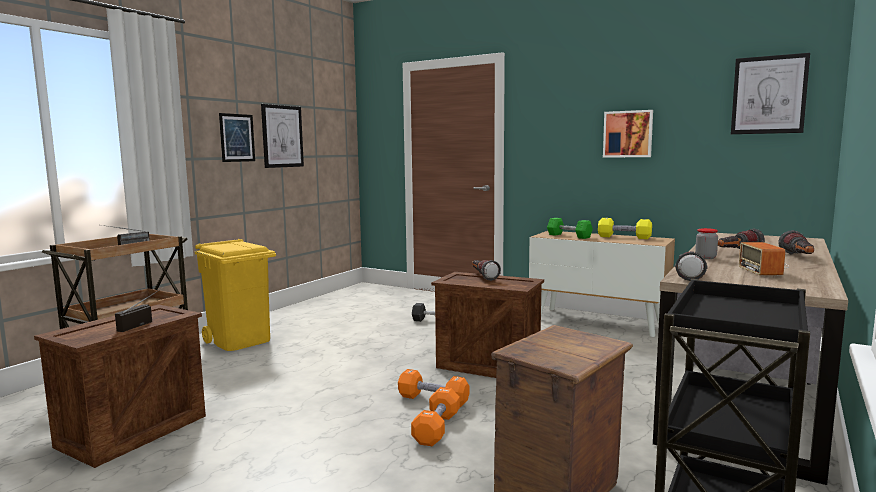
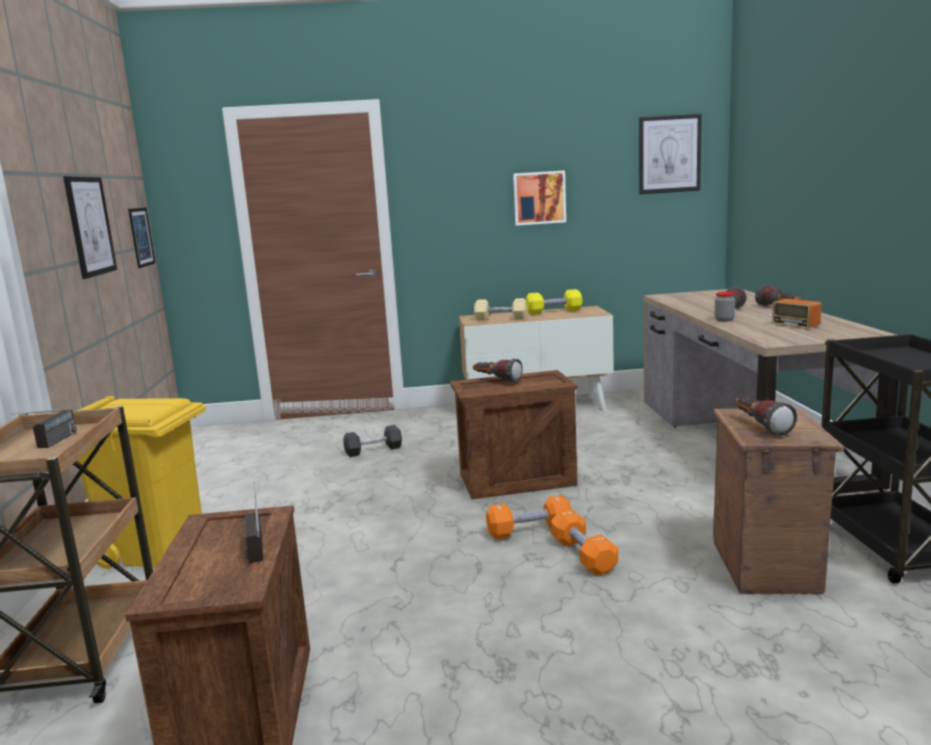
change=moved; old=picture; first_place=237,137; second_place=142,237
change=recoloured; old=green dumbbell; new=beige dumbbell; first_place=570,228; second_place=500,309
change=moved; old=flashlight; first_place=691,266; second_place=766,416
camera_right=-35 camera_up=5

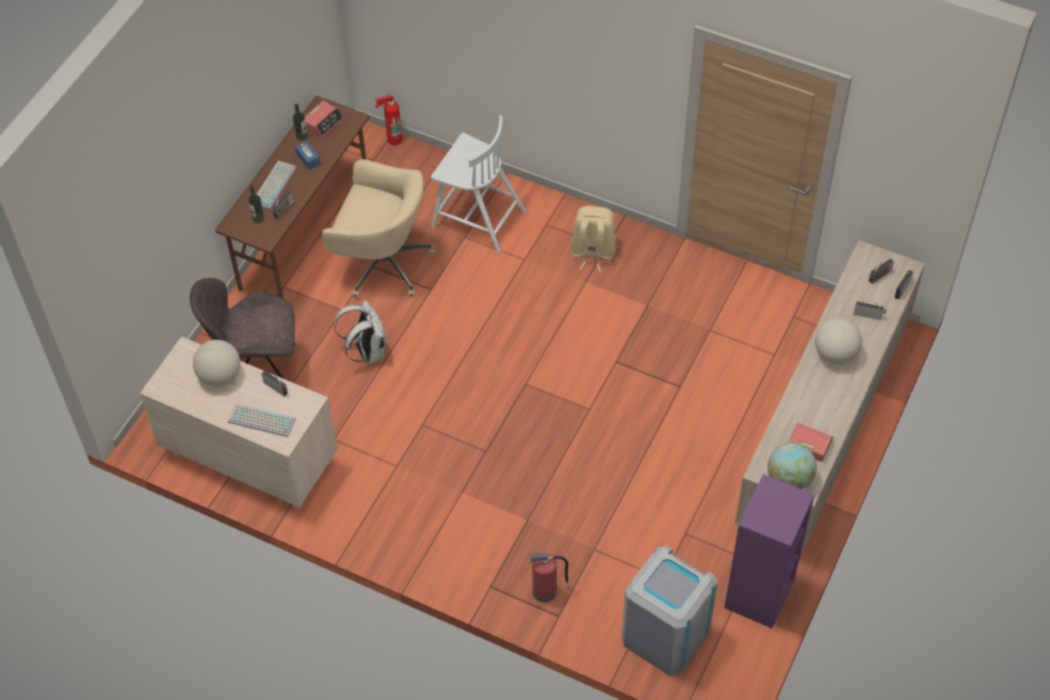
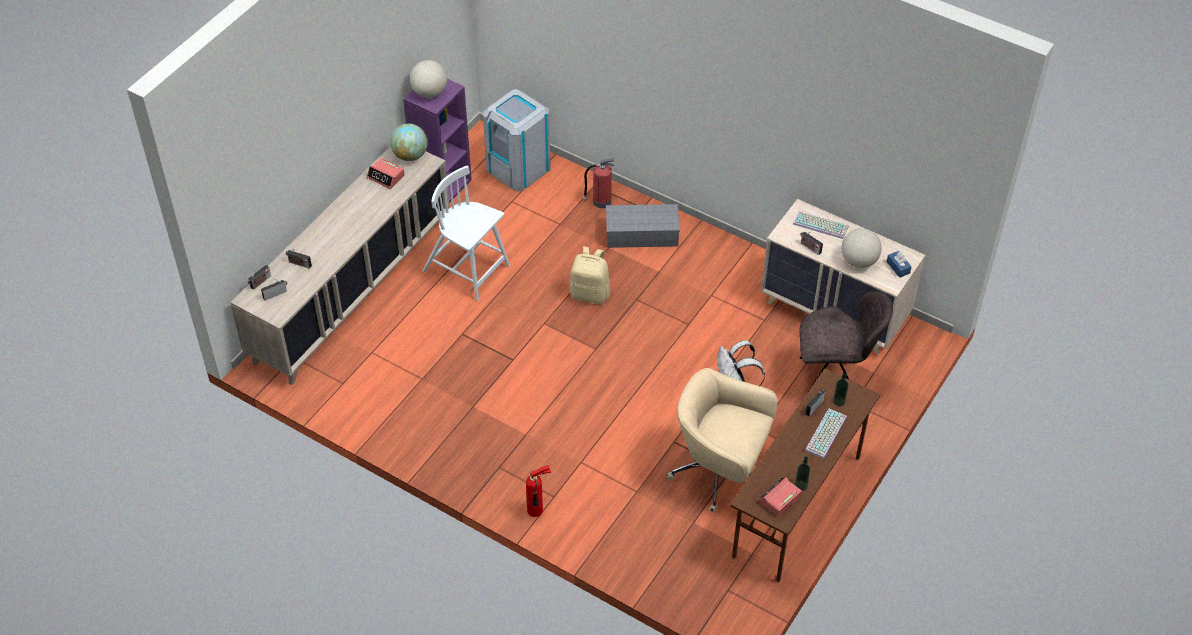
change=moved; old=globe; first_place=838,341; second_place=428,79
change=moved; old=white chair; first_place=479,184; second_place=466,232
change=moved; old=fire extinguisher; first_place=388,120; second_place=538,491
change=moved; old=beige backpack; first_place=593,239; second_place=590,275
change=added; new=grey storage box; second_place=643,226
change=moved; old=blue tissue box; first_place=307,155; second_place=899,264
camera_right=-175 camera_up=-5

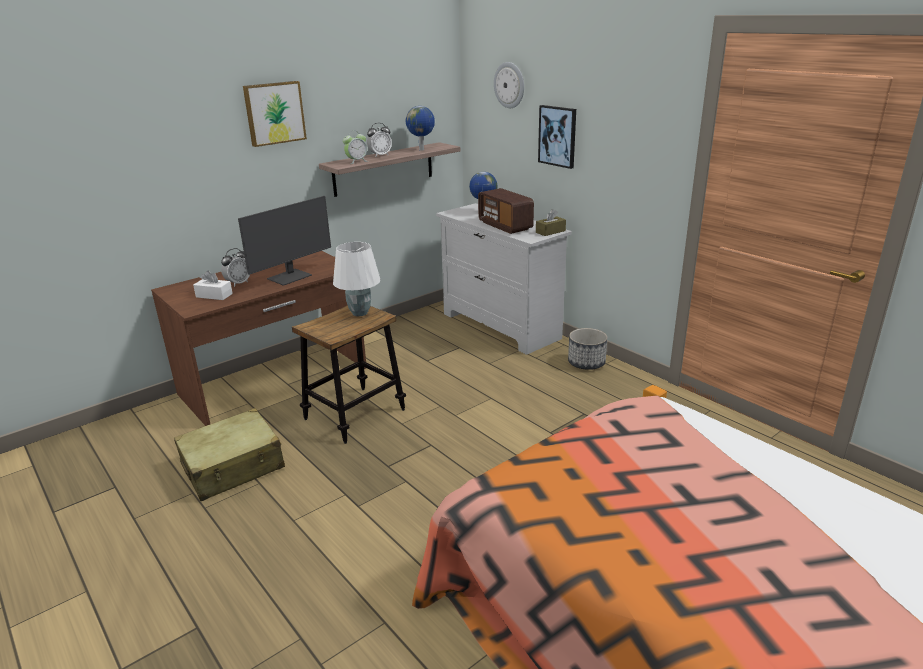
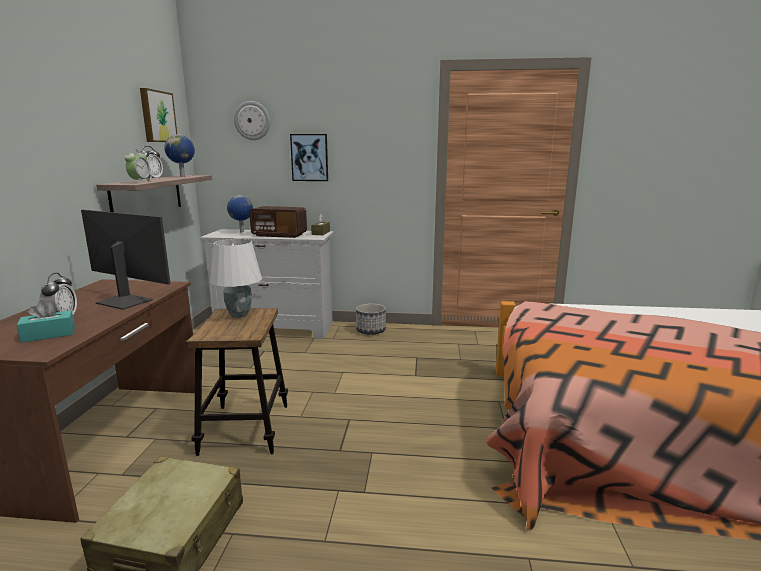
change=recoloured; old=white tissue box; new=turquoise tissue box; first_place=213,285; second_place=46,321
change=turned; old=monitor; first_place=284,241; second_place=126,260; degrees=-60
change=moved; old=picture; first_place=275,114; second_place=158,115
camera_right=-45 camera_up=-10

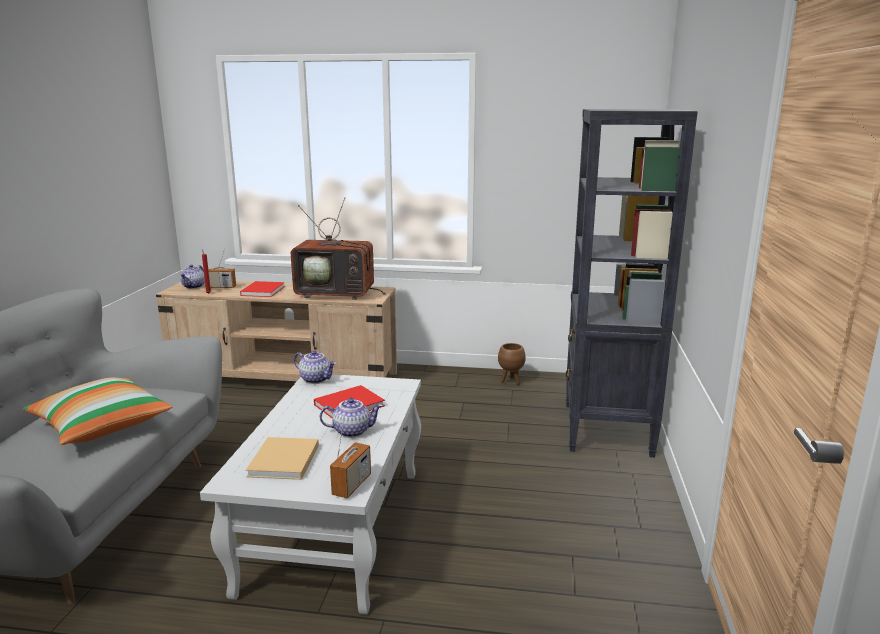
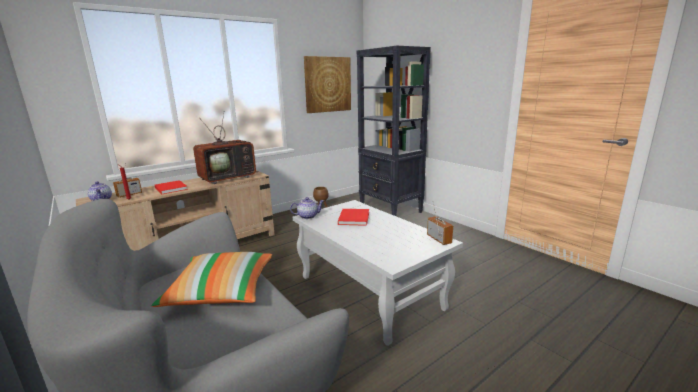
change=added; new=picture; second_place=327,84
change=removed; old=beige book; first_place=282,458
change=removed; old=teapot; first_place=351,418
camera_right=-45 camera_up=0

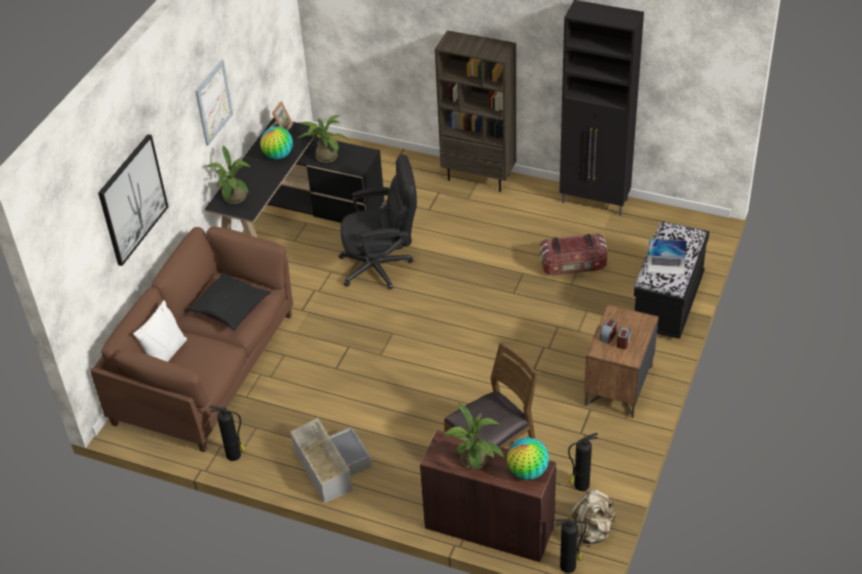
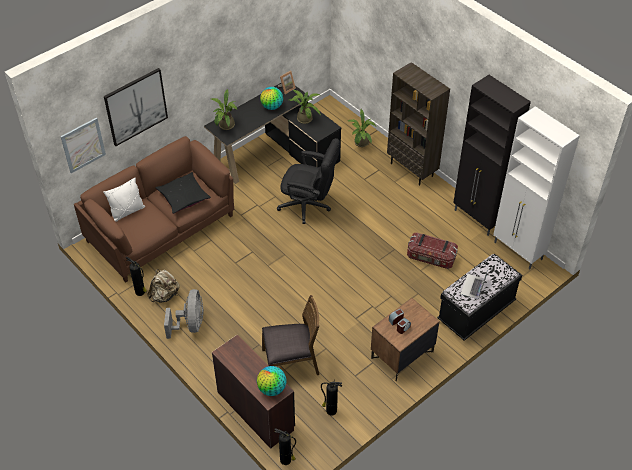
change=moved; old=picture; first_place=214,103; second_place=83,145
change=moved; old=beige backpack; first_place=593,518; second_place=163,285
change=replaced; old=grey storage box; new=grey fan; first_place=331,460; second_place=184,314
change=moved; old=potted plant; first_place=473,436; second_place=361,128
change=turned; old=laptop; first_place=667,256; second_place=474,284; degrees=75
change=added; new=white cabinet; second_place=536,187
camera_right=25 camera_up=5

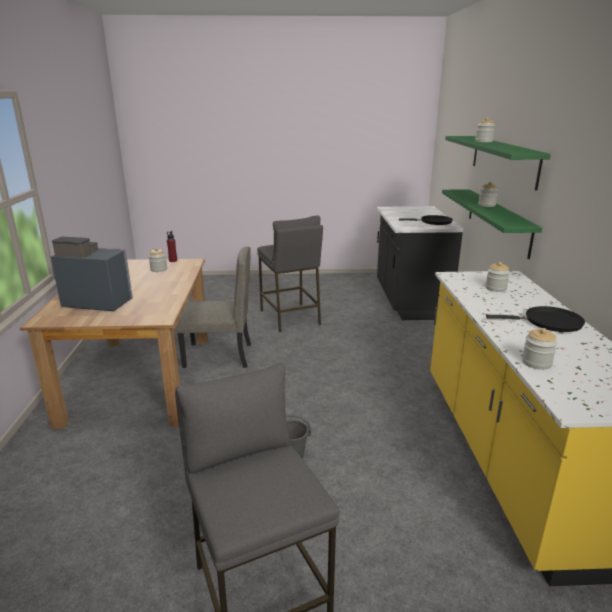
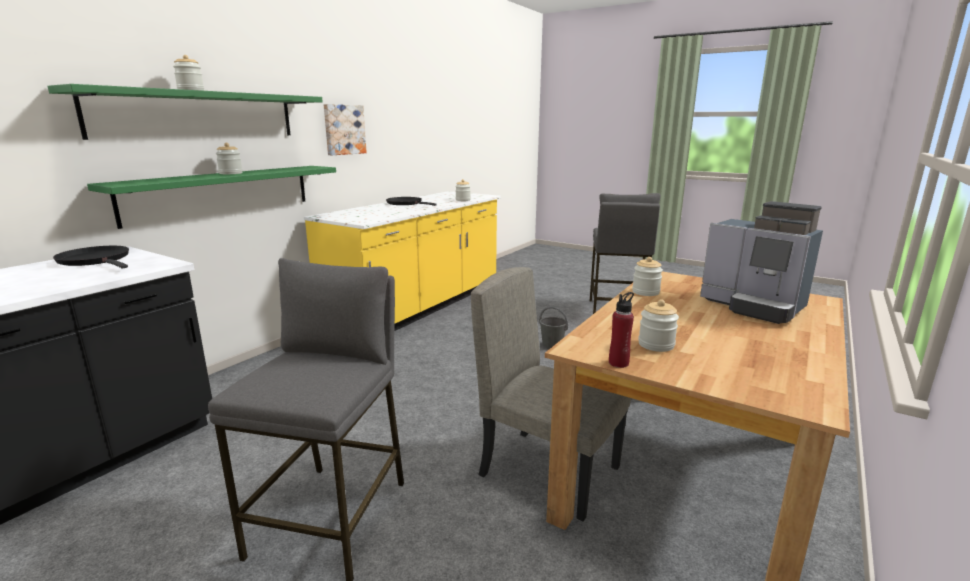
change=added; new=picture; second_place=345,129
change=moved; old=jar; first_place=497,277; second_place=647,276
camera_right=-145 camera_up=-5

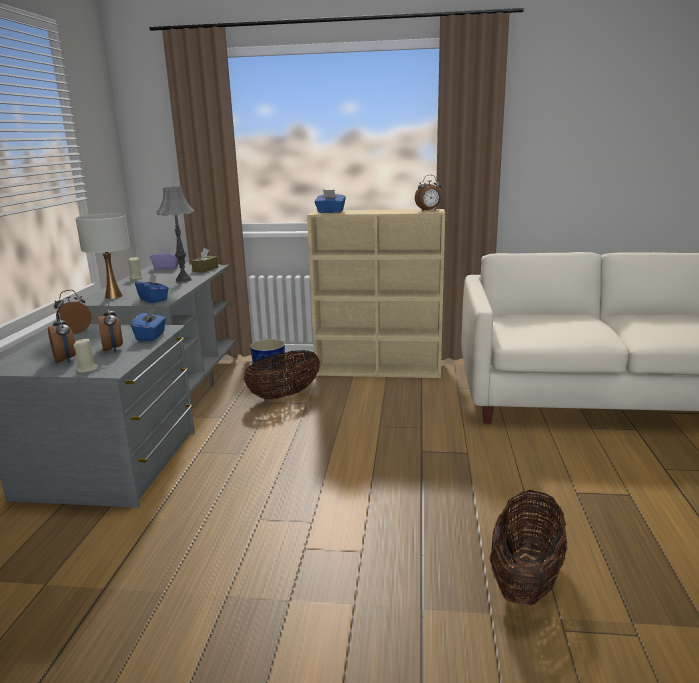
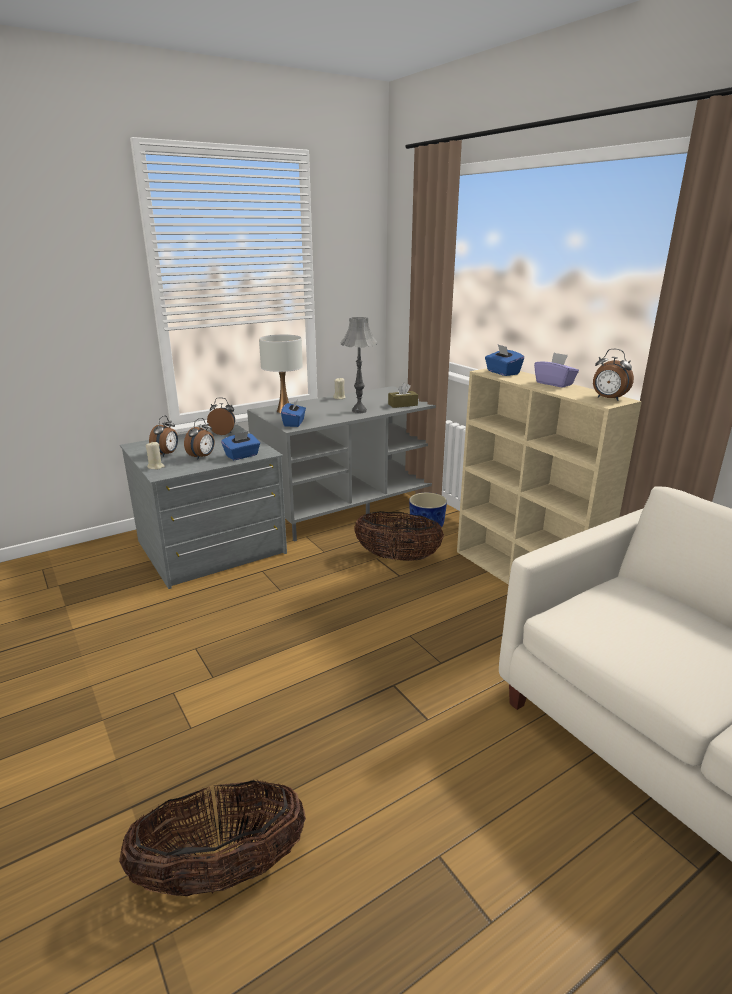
change=moved; old=purple tissue box; first_place=164,258; second_place=556,370
camera_right=50 camera_up=5

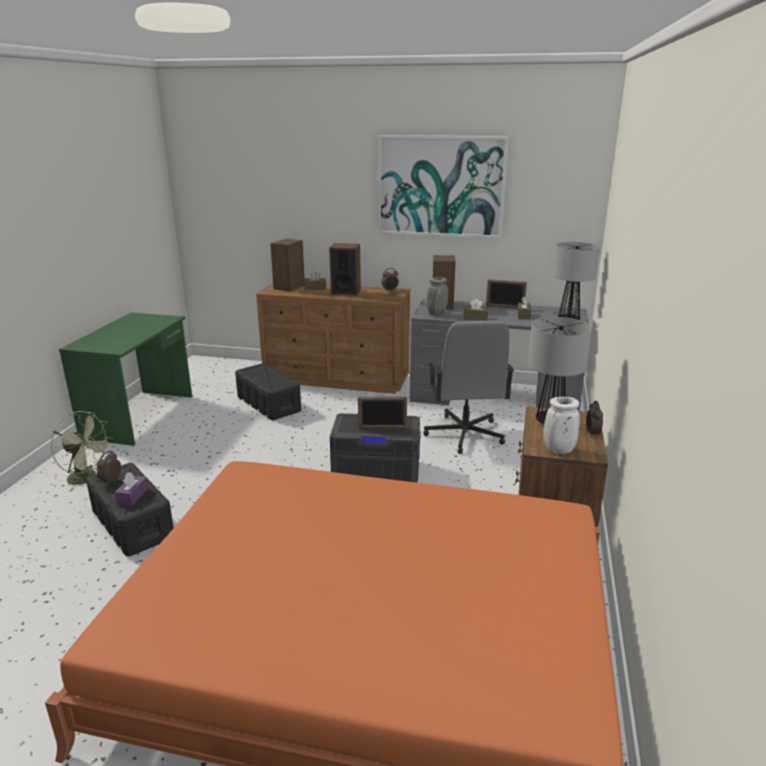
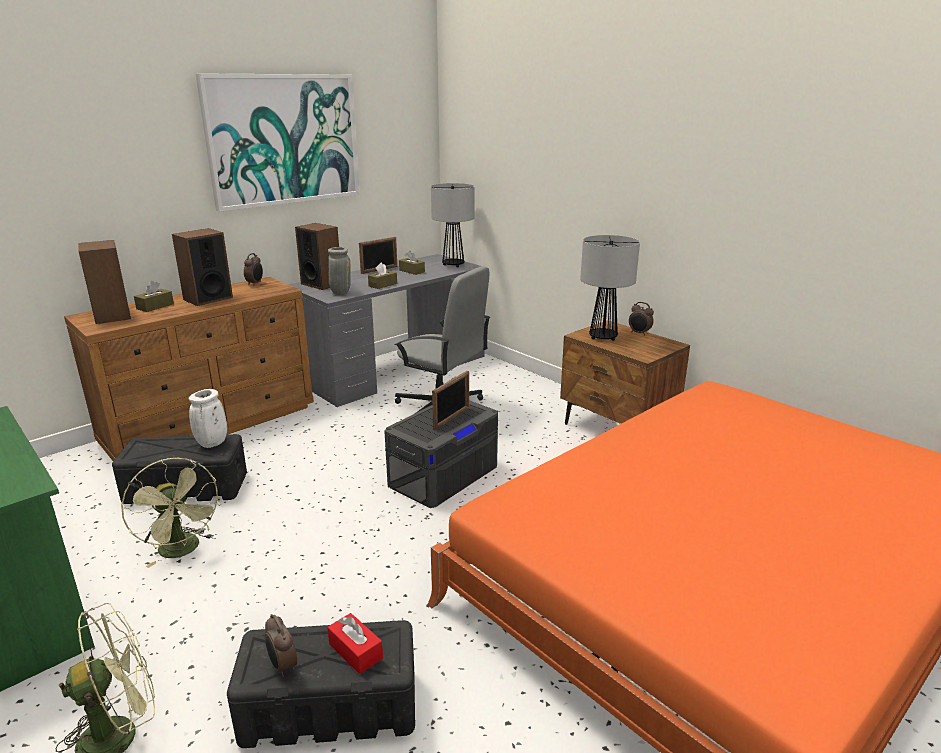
change=added; new=green fan; second_place=171,513
change=moved; old=white vase; first_place=562,425; second_place=208,418
change=recoloured; old=purple tissue box; new=red tissue box; first_place=131,489; second_place=355,643
camera_right=-55 camera_up=0

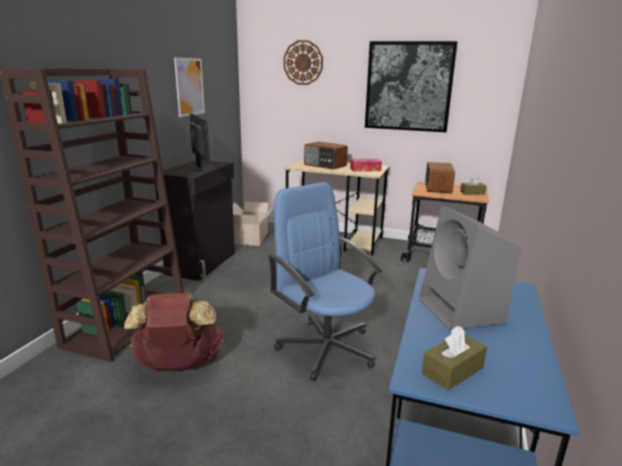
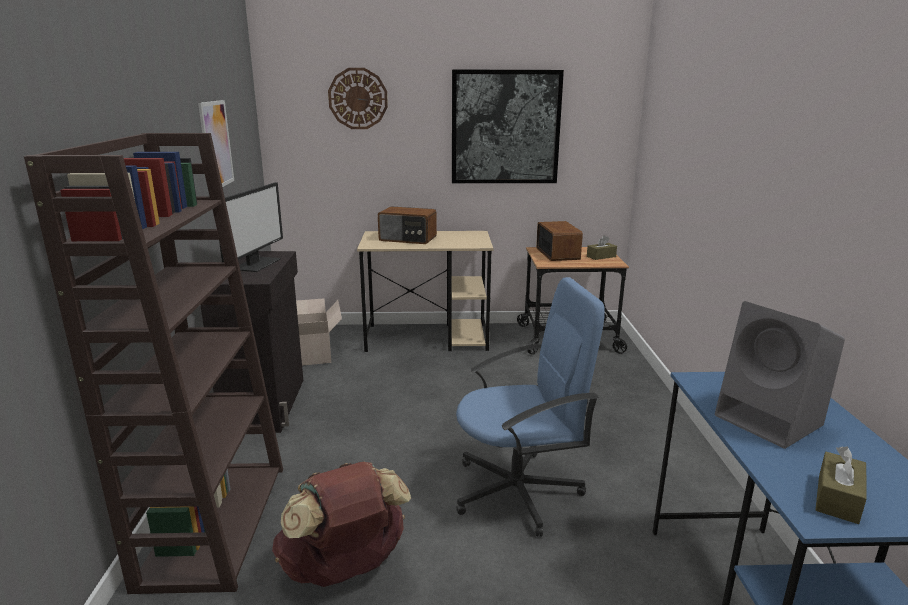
change=turned; old=monitor; first_place=201,142; second_place=251,227; degrees=60
change=turned; old=blue office chair; first_place=325,281; second_place=530,407; degrees=135
change=removed; old=tissue box; first_place=366,165
camera_right=-20 camera_up=0

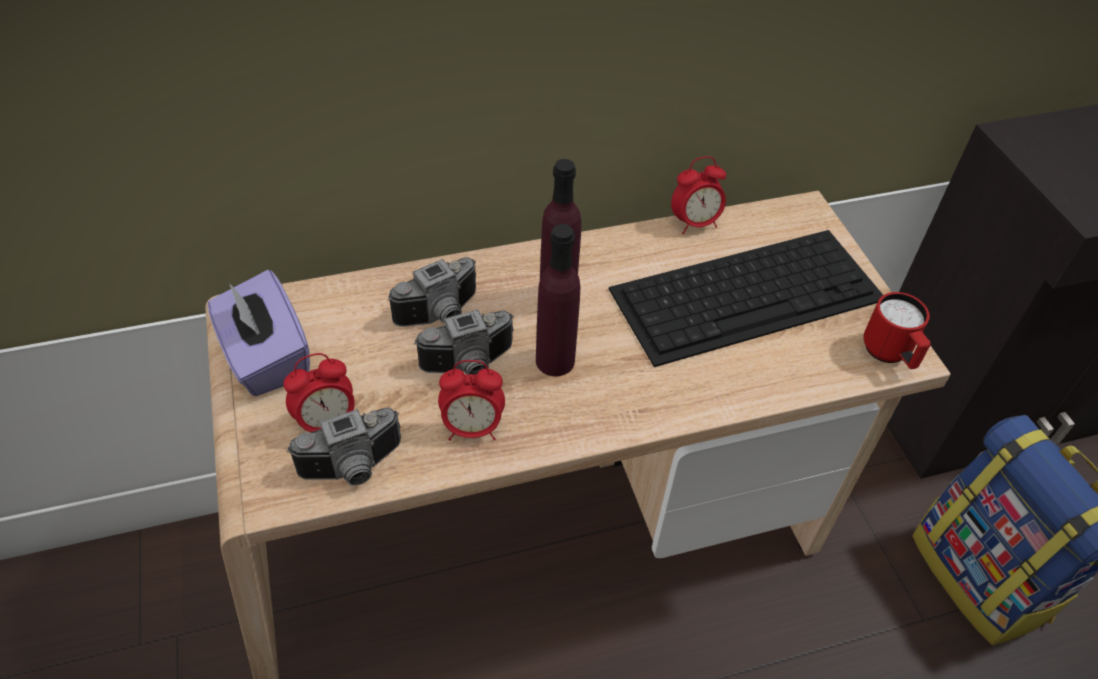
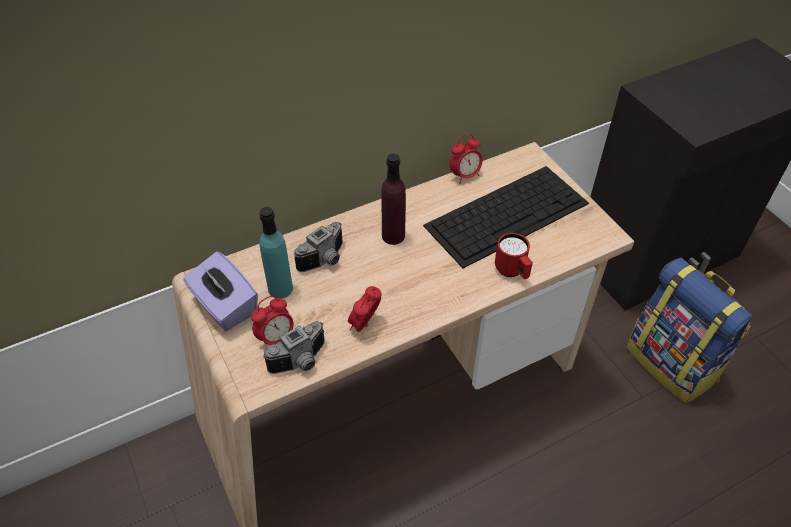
change=added; new=turquoise bottle; second_place=276,252
change=turned; old=alarm clock; first_place=471,400; second_place=365,309; degrees=135
change=moved; old=red mug; first_place=897,330; second_place=514,256
change=removed; old=photo camera; first_place=464,342
change=removed; old=purple bottle; first_place=558,300
camera_right=-10 camera_up=0

